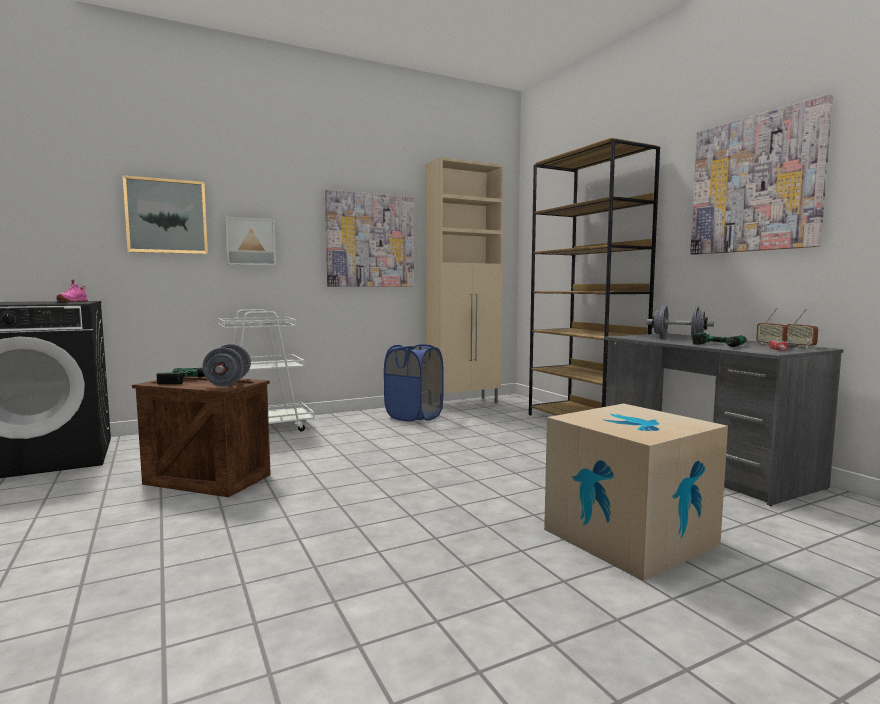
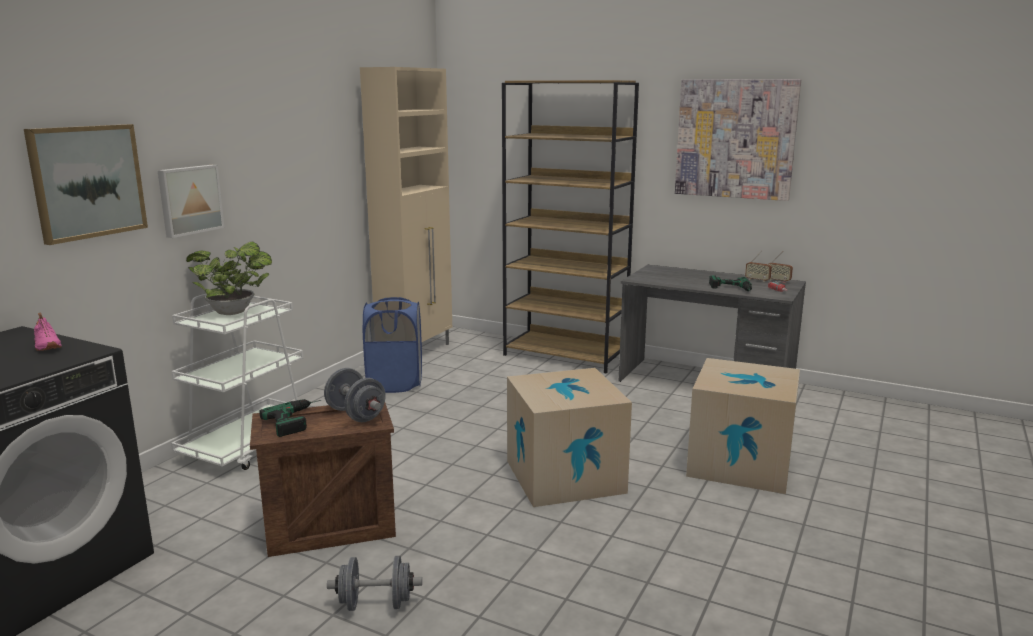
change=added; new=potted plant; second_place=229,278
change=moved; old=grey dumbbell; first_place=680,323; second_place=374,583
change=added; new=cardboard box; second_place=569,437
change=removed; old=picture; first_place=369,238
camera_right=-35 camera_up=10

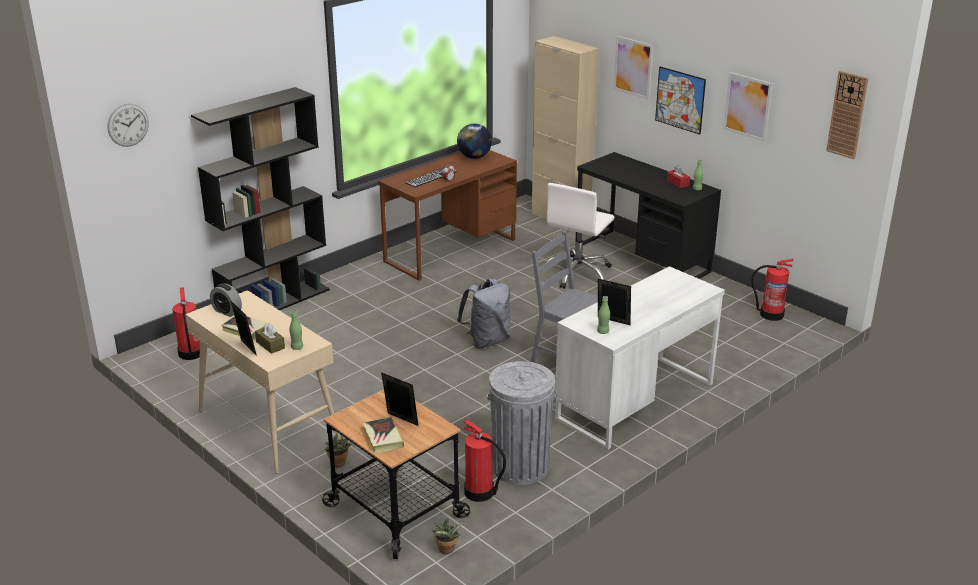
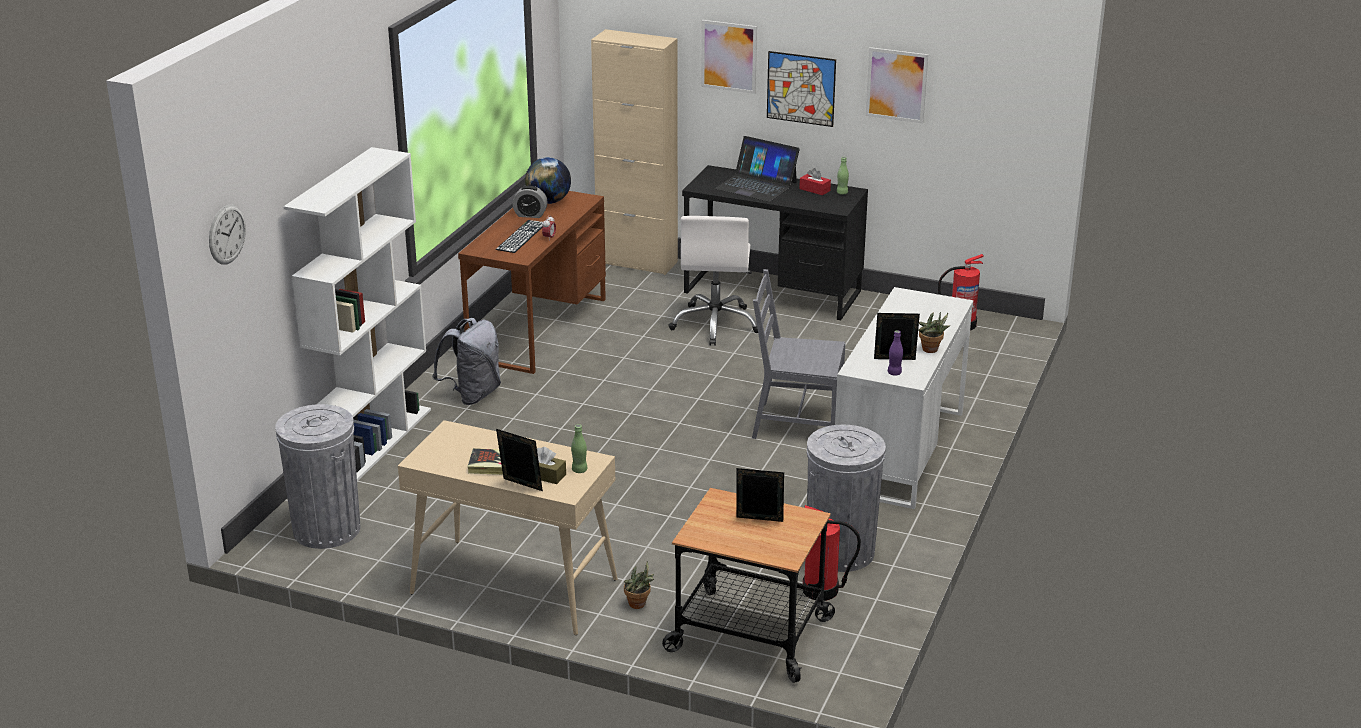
change=replaced; old=fire extinguisher; new=grey trash can; first_place=186,323; second_place=317,476
change=recoloured; old=black bookcase; new=white bookcase; first_place=260,198; second_place=357,314
change=moved; old=grey backpack; first_place=483,314; second_place=466,361
change=moved; old=alarm clock; first_place=226,300; second_place=530,202
change=added; new=laptop; second_place=757,169
change=recoloured; old=green bottle; new=purple bottle; first_place=603,315; second_place=895,353
change=moved; old=potted plant; first_place=448,536; second_place=934,332
change=removed; old=book; first_place=383,435
change=removed; old=wall clock; first_place=847,115
camera_right=-25 camera_up=0

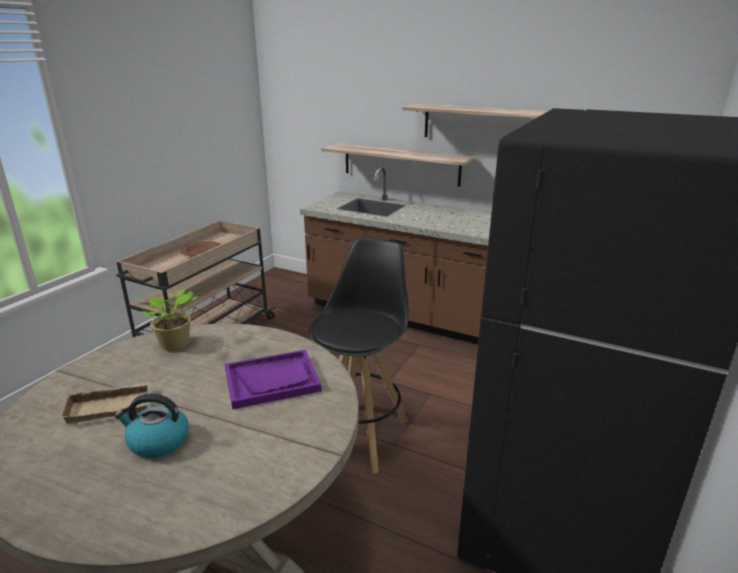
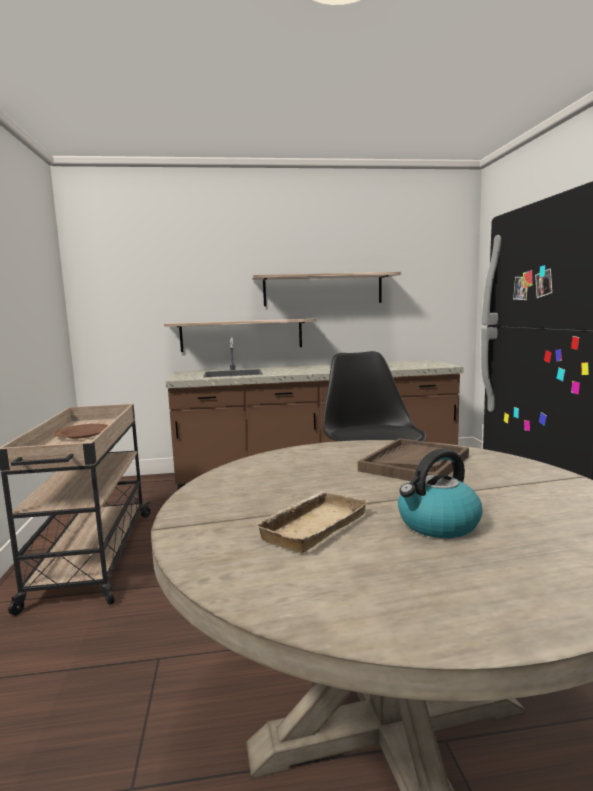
change=recoloured; old=purple tray; new=brown tray; first_place=273,379; second_place=413,459
change=removed; old=potted plant; first_place=170,320
camera_right=-35 camera_up=-15

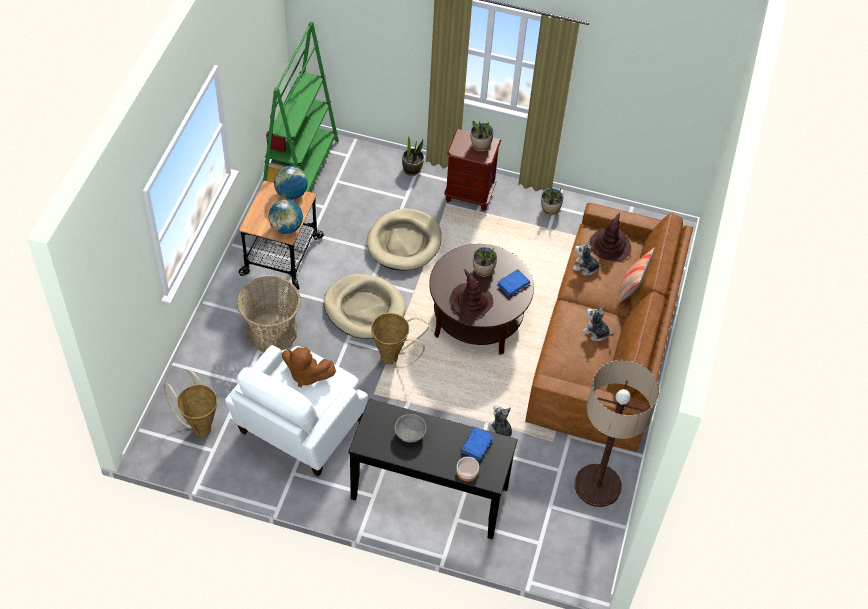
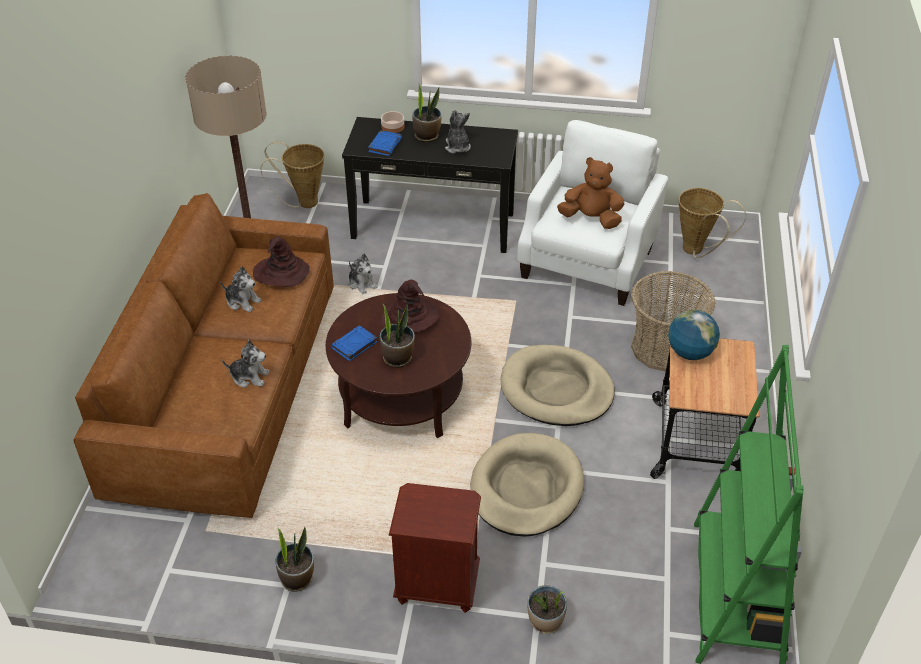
change=moved; old=brown hat; first_place=610,237; second_place=281,261
change=moved; old=basket; first_place=400,340; second_place=292,174
change=moved; old=potted plant; first_place=481,136; second_place=427,112
change=replaced; old=grey bowl; new=plush toy; first_place=411,428; second_place=458,131
change=removed; old=globe; first_place=291,183
change=removed; old=pillow; first_place=635,276
camera_right=175 camera_up=-10

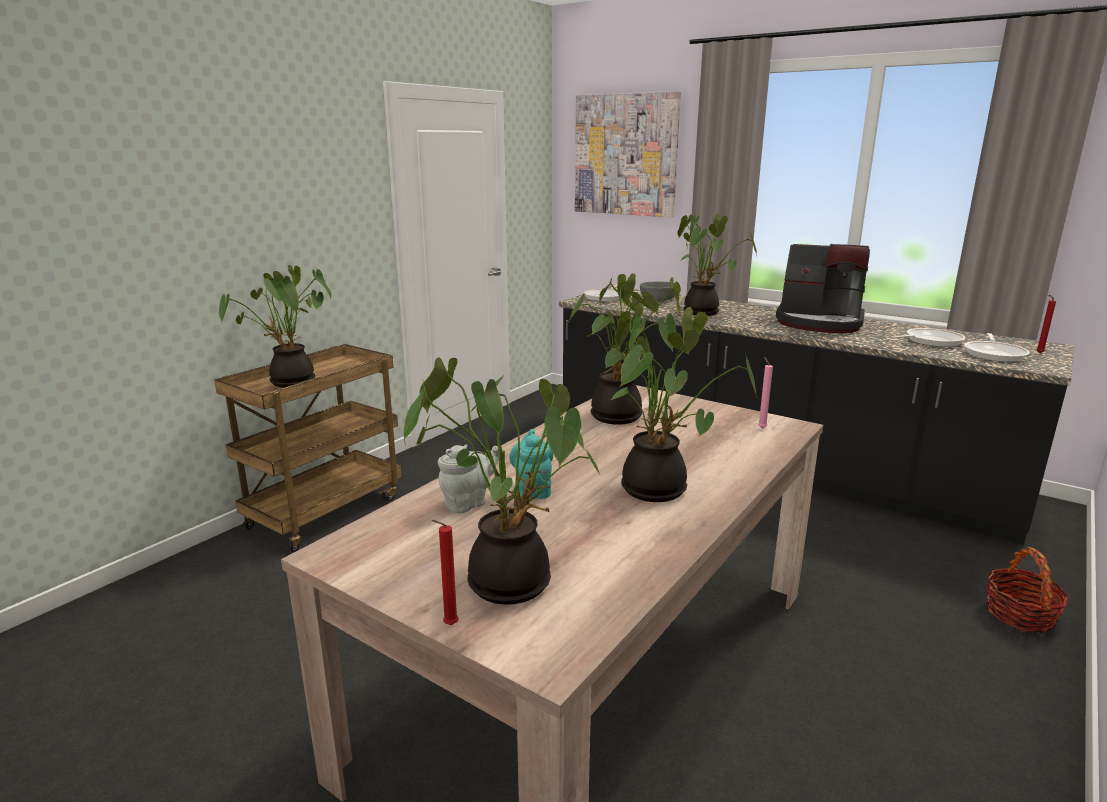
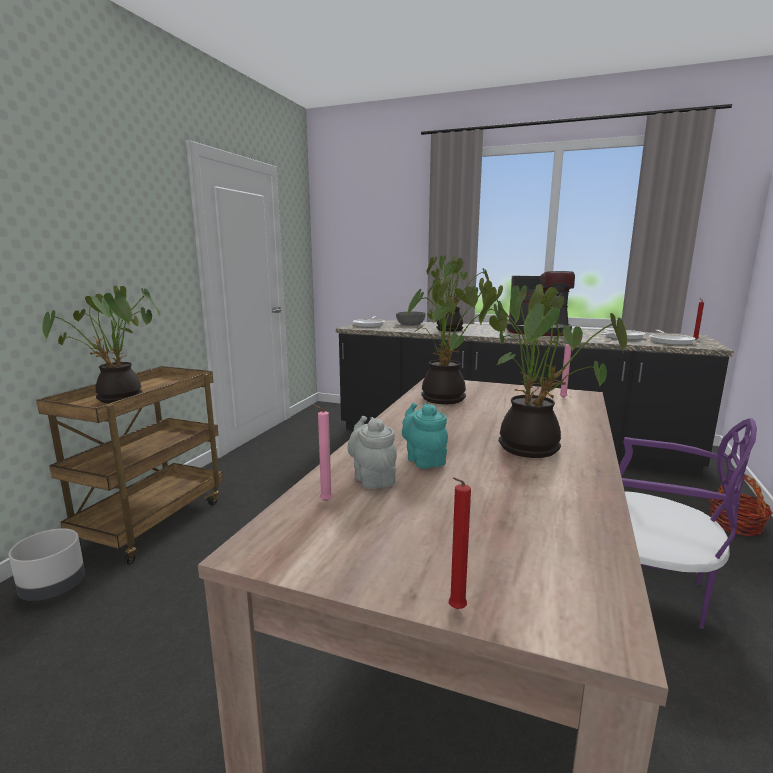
change=added; new=grey planter; second_place=47,564
change=added; new=pink candle; second_place=322,452
change=turned; old=grey teapot; first_place=468,479; second_place=372,452; degrees=-60
change=added; new=purple chair; second_place=688,523
change=removed; old=potted plant; first_place=502,481
change=removed; old=picture; first_place=628,154
camera_right=-15 camera_up=-5

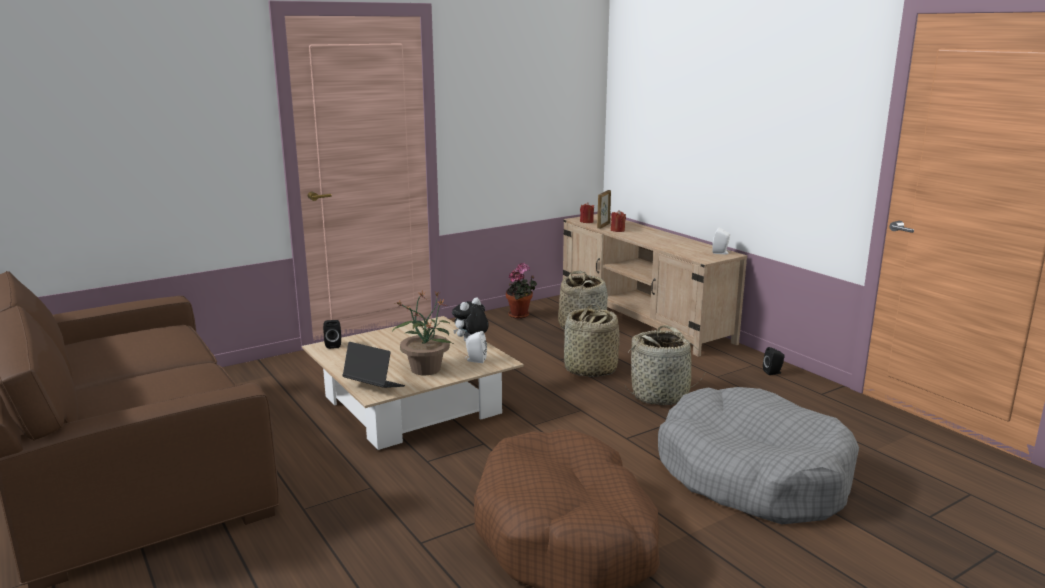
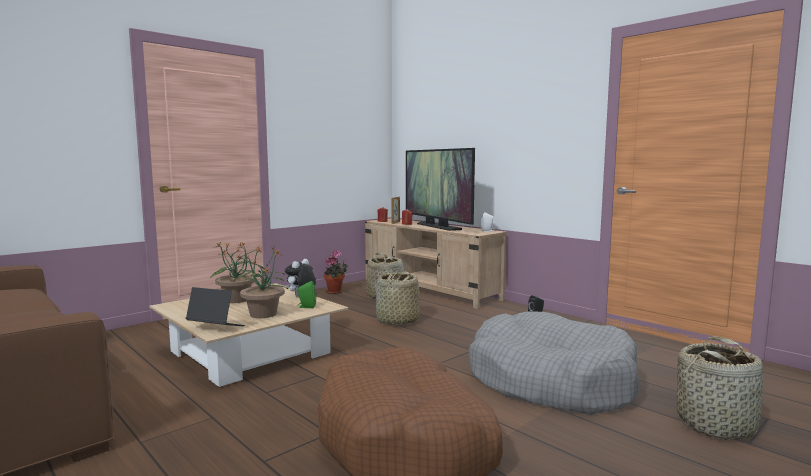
change=added; new=potted plant; second_place=236,272
change=recoloured; old=white speaker; new=green speaker; first_place=476,347; second_place=306,294
change=added; new=television; second_place=440,189
change=moved; old=basket; first_place=665,365; second_place=721,388
change=removed; old=black speaker; first_place=332,334
camera_right=-10 camera_up=-10

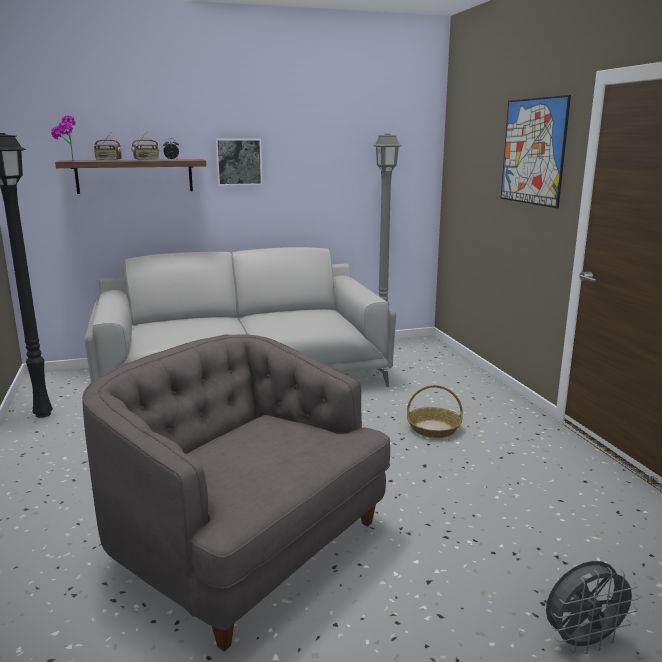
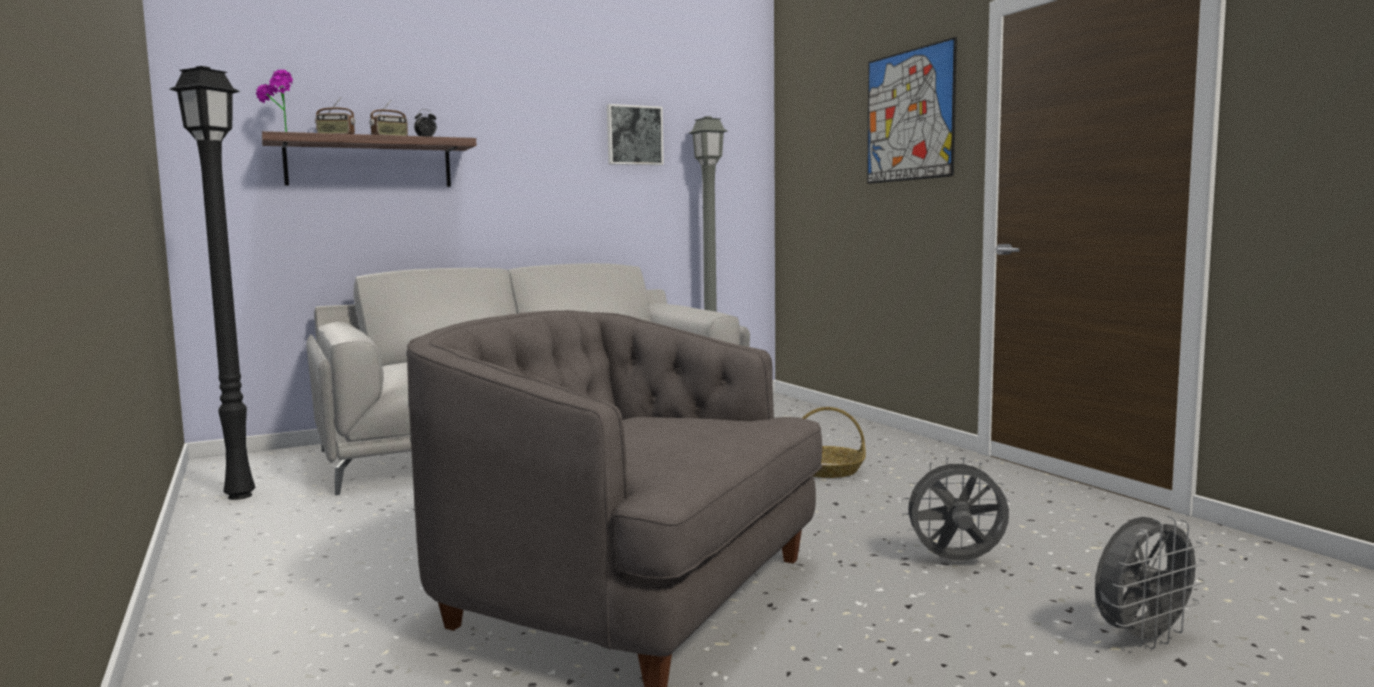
change=moved; old=picture; first_place=239,162; second_place=635,134
change=added; new=grey fan; second_place=956,508
camera_right=-10 camera_up=-10

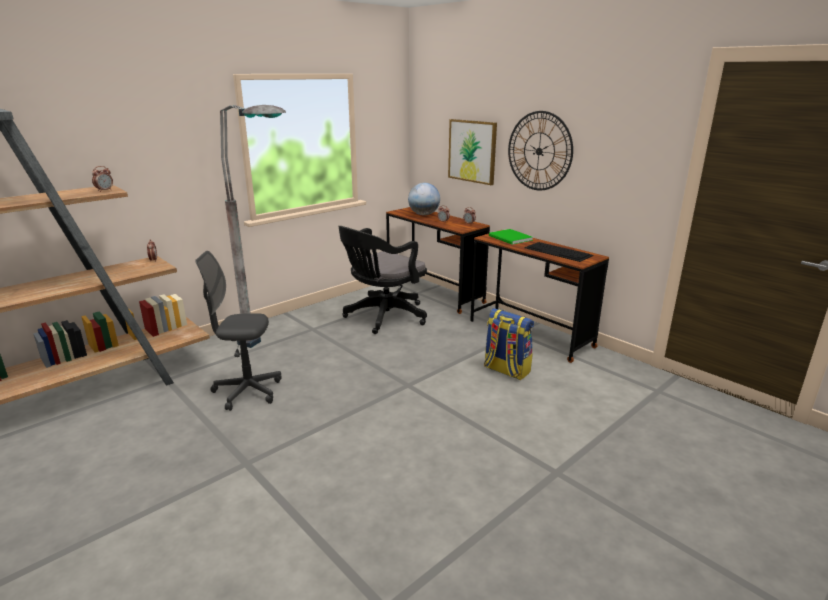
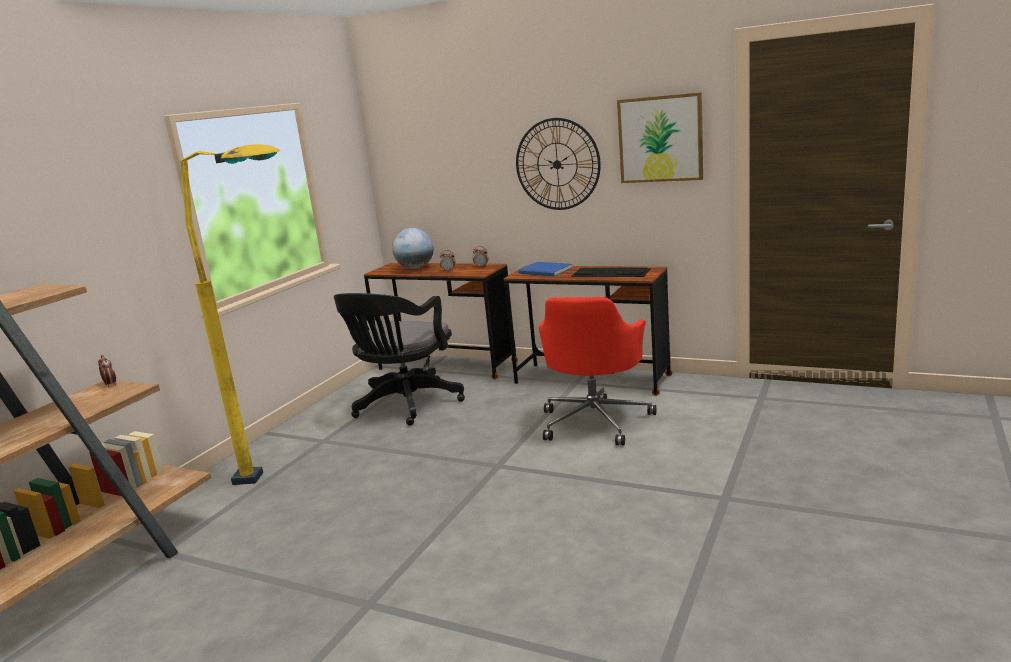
change=recoloured; old=grey floor lamp; new=yellow floor lamp; first_place=253,226; second_place=230,314
change=recoloured; old=green book; new=blue book; first_place=511,237; second_place=545,269
change=replaced; old=backpack; new=red office chair; first_place=509,344; second_place=597,371
change=moved; old=picture; first_place=472,152; second_place=660,137
change=removed; old=alarm clock; first_place=102,179
change=removed; old=grey office chair; first_place=238,331
camera_right=-20 camera_up=-5

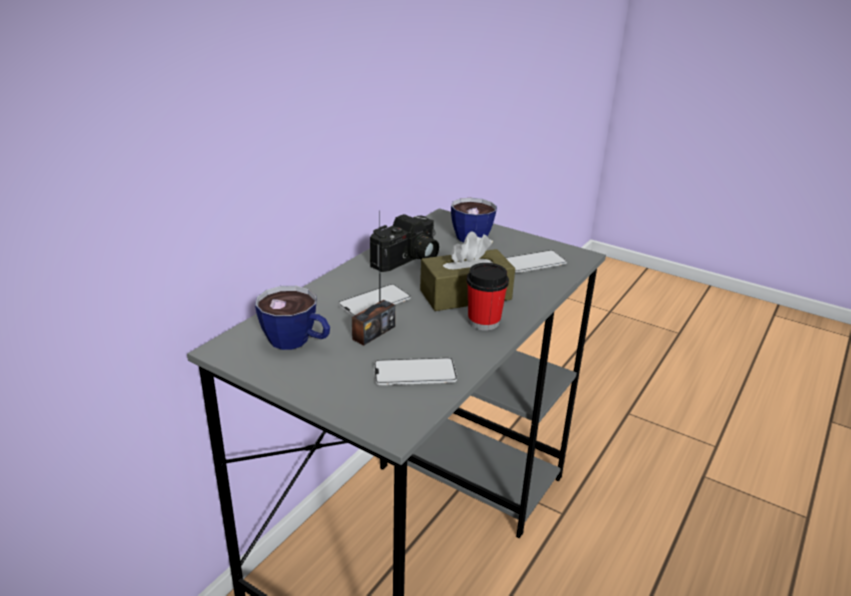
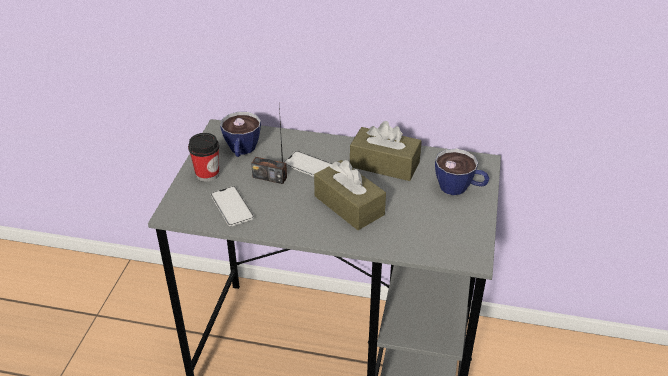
change=moved; old=cup; first_place=487,297; second_place=203,157
change=replaced; old=photo camera; new=brown tissue box; first_place=404,243; second_place=386,151
change=removed; old=phone; first_place=536,261
camera_right=70 camera_up=10

